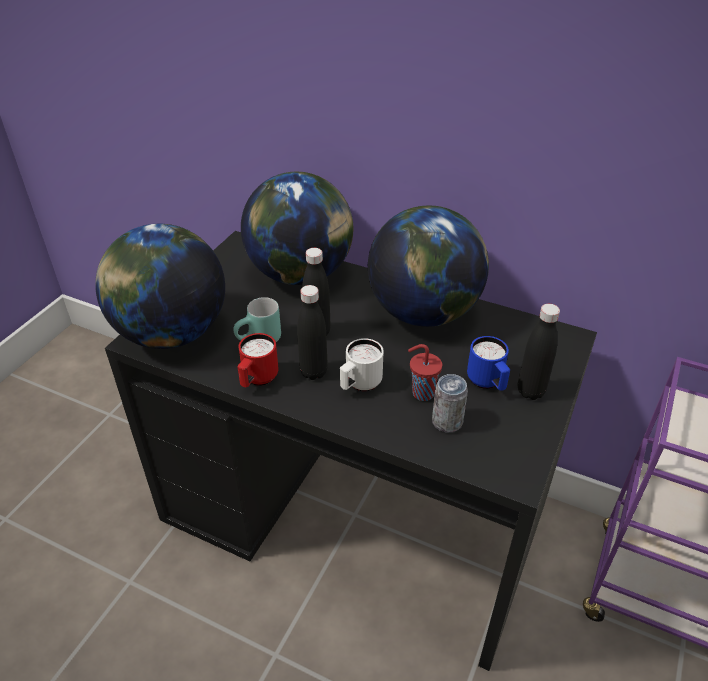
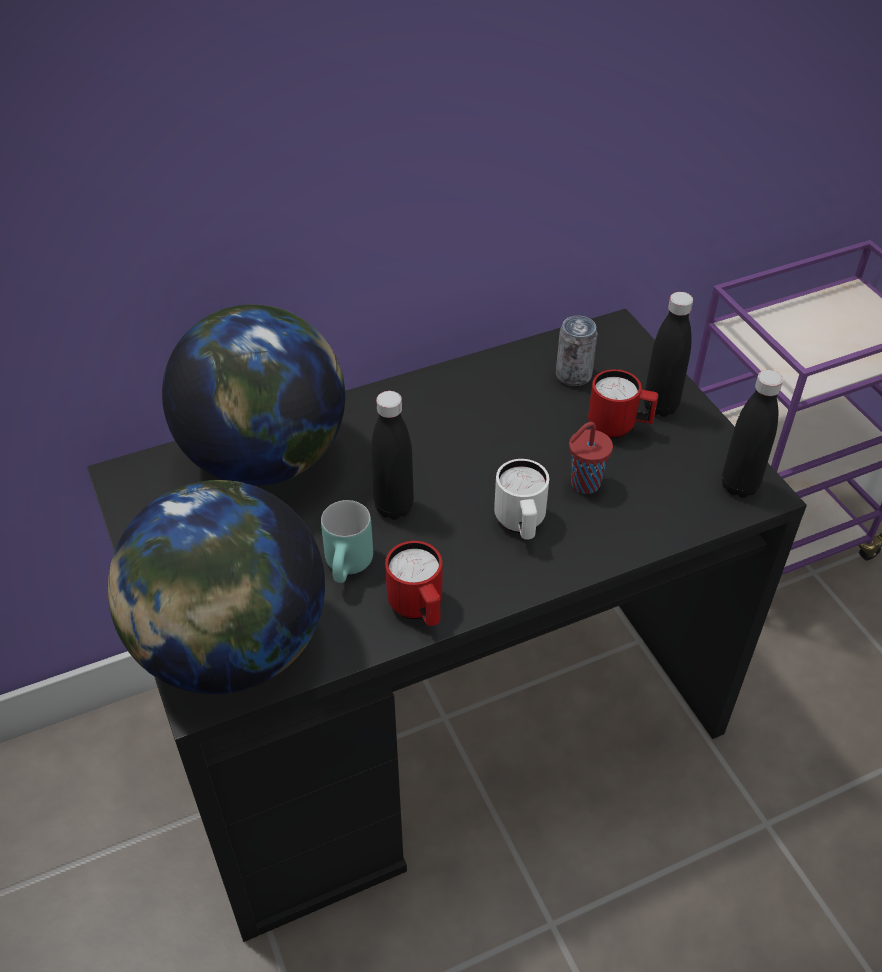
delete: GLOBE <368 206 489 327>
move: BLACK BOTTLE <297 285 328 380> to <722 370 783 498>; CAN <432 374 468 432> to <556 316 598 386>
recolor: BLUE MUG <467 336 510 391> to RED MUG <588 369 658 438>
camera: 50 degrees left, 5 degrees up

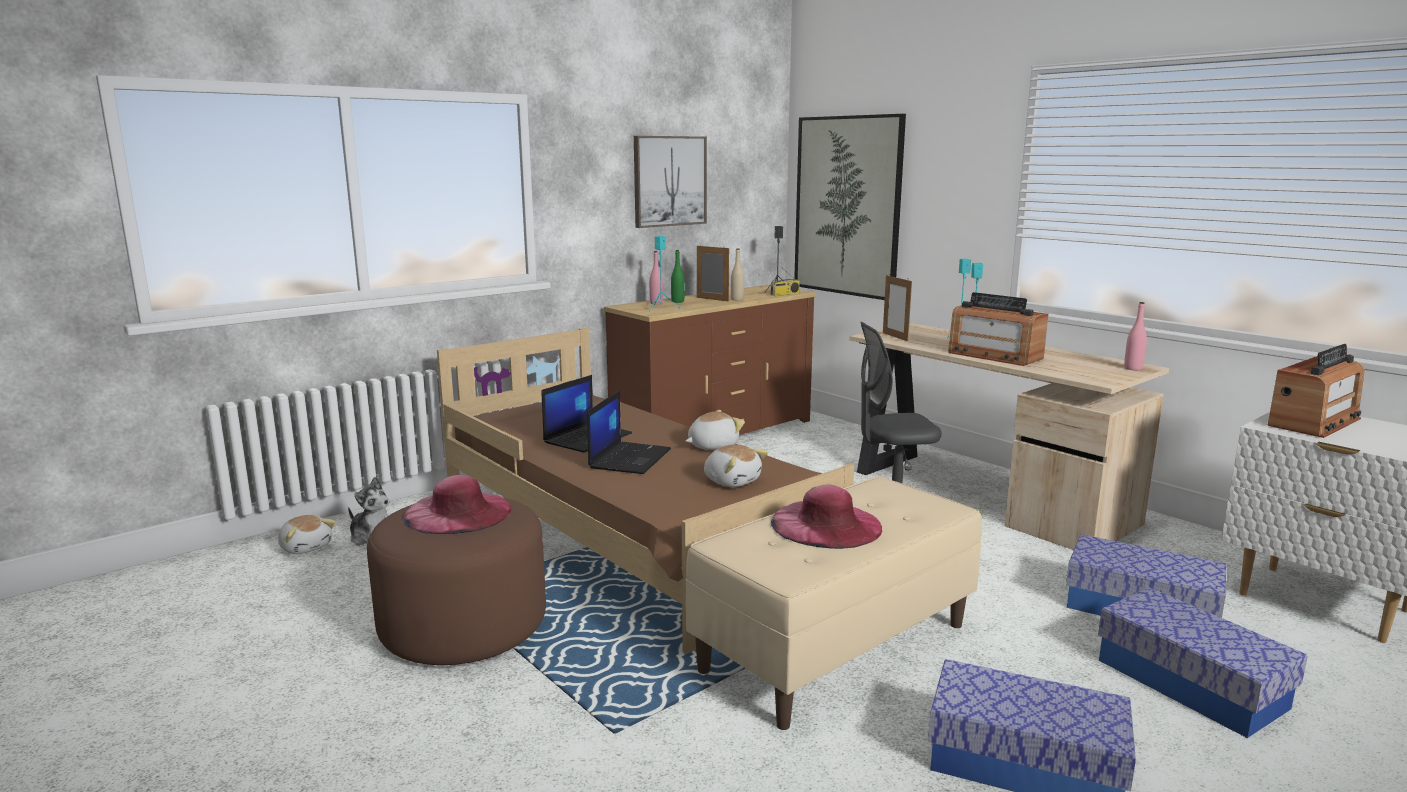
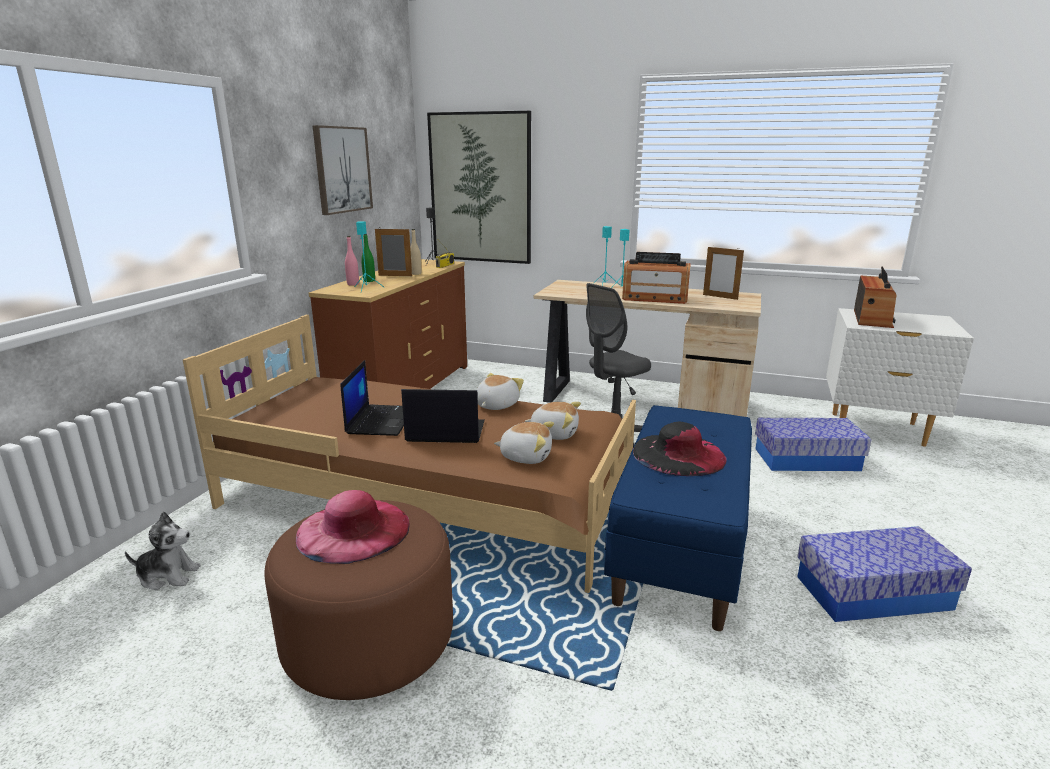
delete: STORAGE BOX <1098 587 1308 738>; PINK BOTTLE <1124 302 1147 370>
move: PLUSH TOY <278 515 335 554> to <494 422 554 464>; PICTURE FRAME <883 275 912 341> to <703 246 744 300>
recolor: BEIGE BENCH <685 476 982 730> to BLUE BENCH <604 405 752 631>; PINK HAT <771 485 882 549> to BLACK HAT <633 422 727 476>
rotate: LAPTOP <587 391 671 474> = <401 389 485 443> 75 degrees counterclockwise
camera: 30 degrees left, 5 degrees up

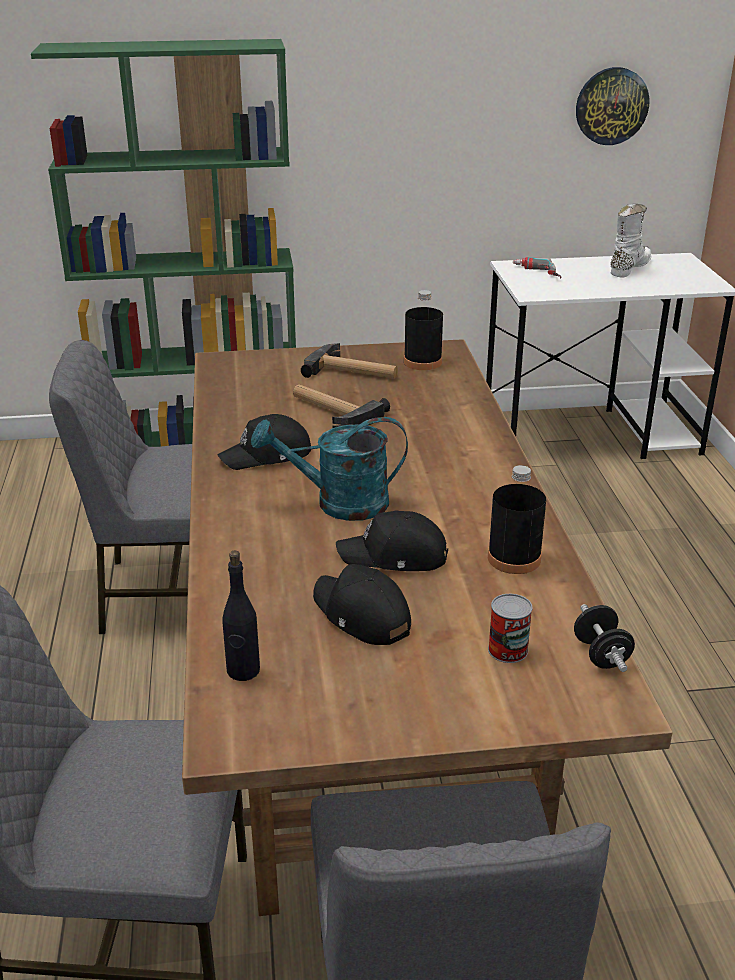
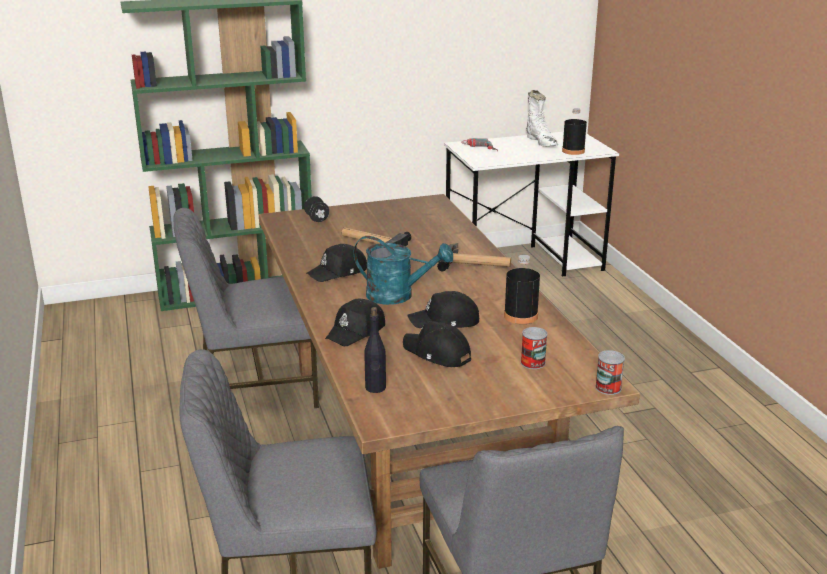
delete: WALL CLOCK <576 67 650 145>
insert: BLACK CAP <325 299 385 346>; CAN <595 350 625 395>
move: HAMMER <301 343 398 378> to <437 243 511 271>; BLACK BOTTLE <404 290 443 370> to <562 108 587 155>; BLACK DUMBBELL <574 604 635 672> to <304 196 329 222>
rotate: TURQUOISE WATERING CAN <251 417 408 521> = <354 236 453 305> 150 degrees counterclockwise; WHITE BOOT <610 204 652 278> = <526 90 558 147> 135 degrees clockwise
camera: 10 degrees left, 5 degrees down

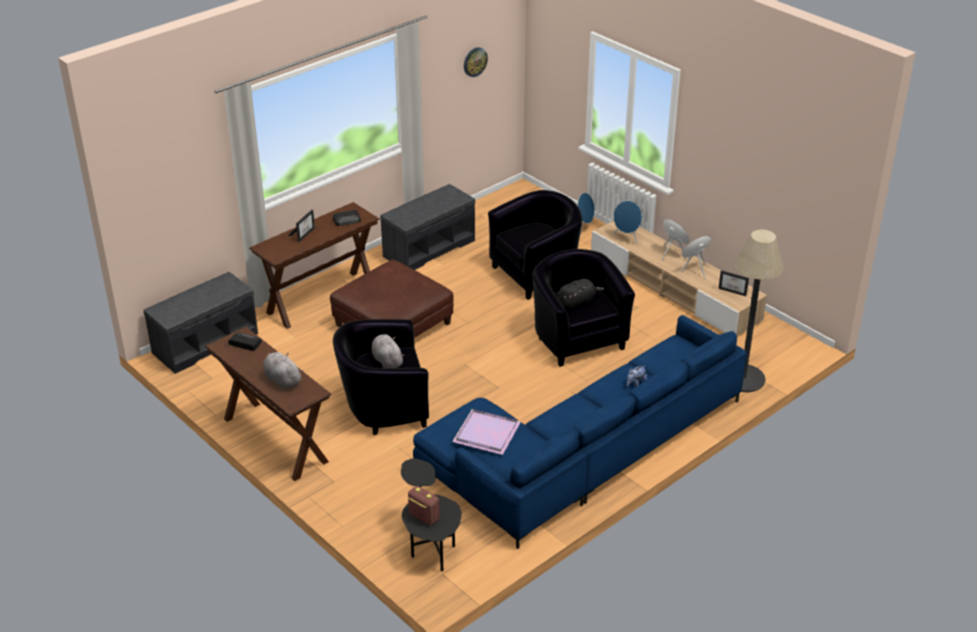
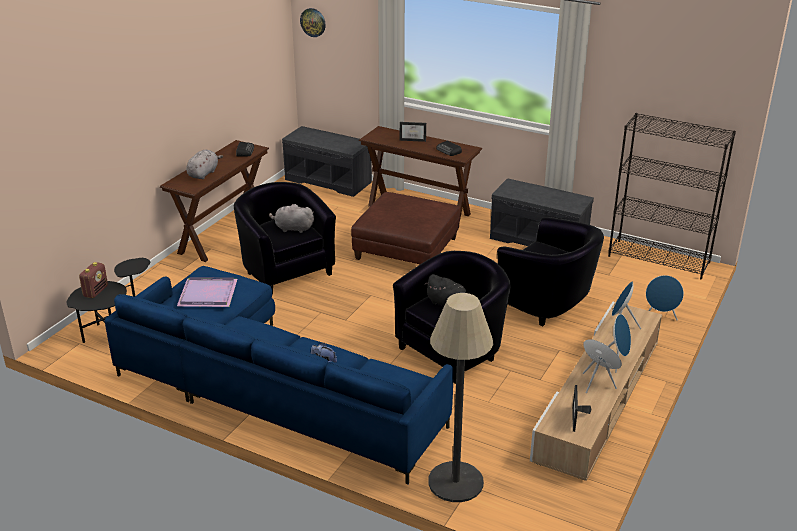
insert: BLACK BOOKCASE <608 113 736 279>
move: WALL CLOCK <464 47 488 77> to <300 8 326 37>
rotate: GREY PLUSH TOY <372 334 404 368> = <269 204 314 233> 120 degrees counterclockwise
camera: 70 degrees right, 5 degrees down

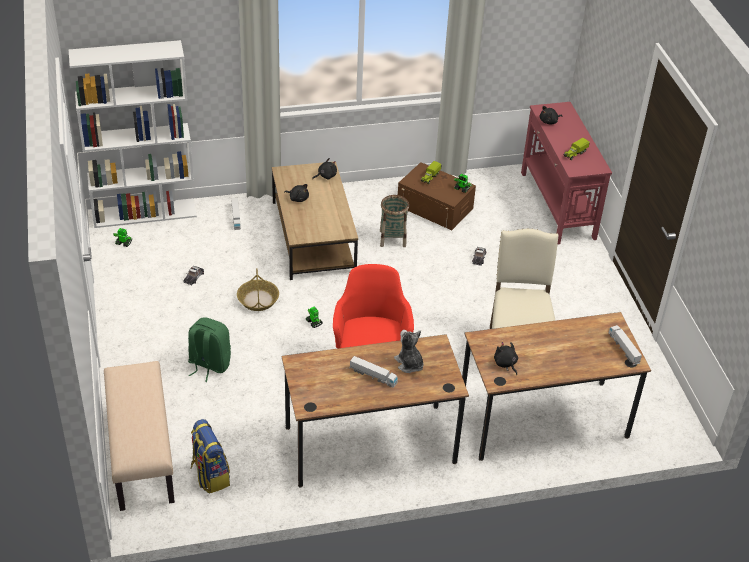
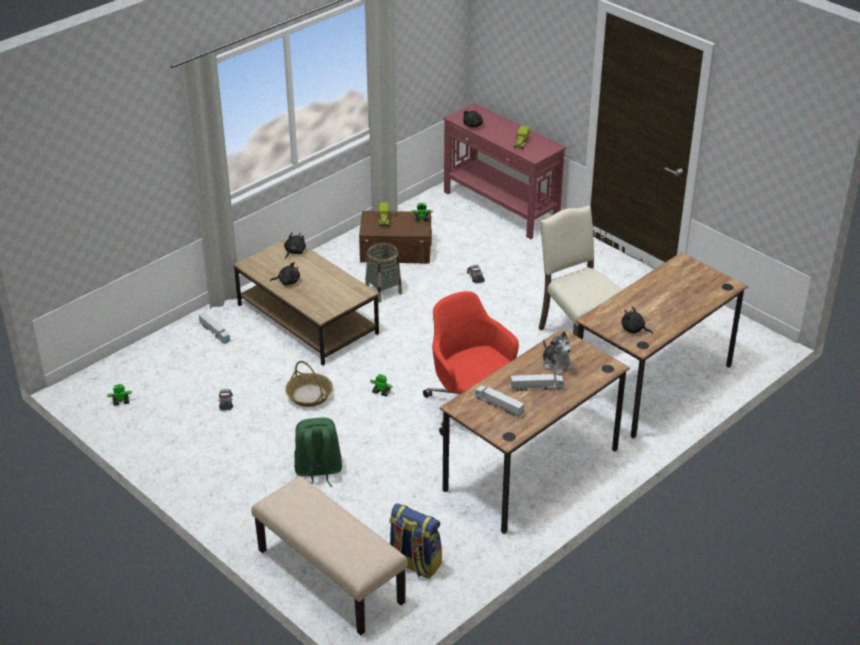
delete: WHITE BOOKCASE <69 40 197 228>
move: TOY TRUCK <608 325 642 365> to <475 386 524 418>
rotate: PLUSH TOY <394 330 424 373> = <542 331 574 375> 150 degrees counterclockwise
camera: 30 degrees left, 5 degrees down

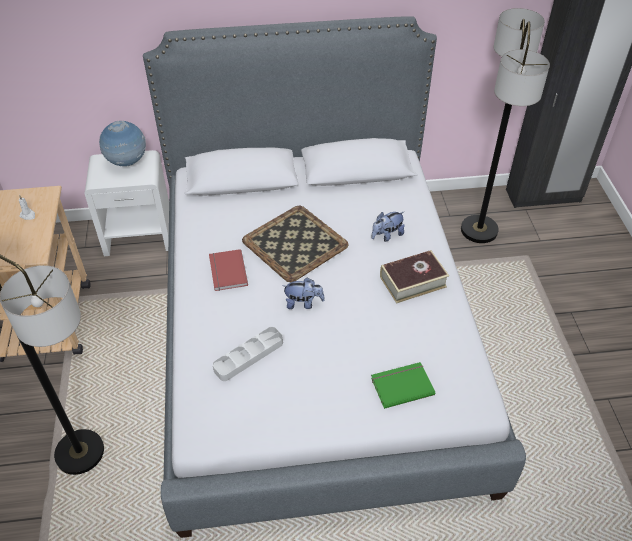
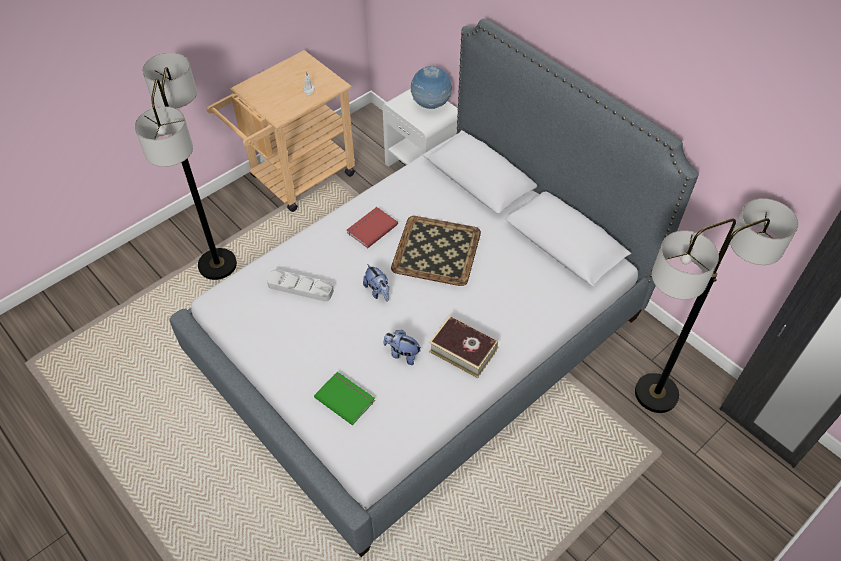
move: PLUSH TOY <372 212 405 242> to <383 330 421 365>
camera: 55 degrees right, 5 degrees up

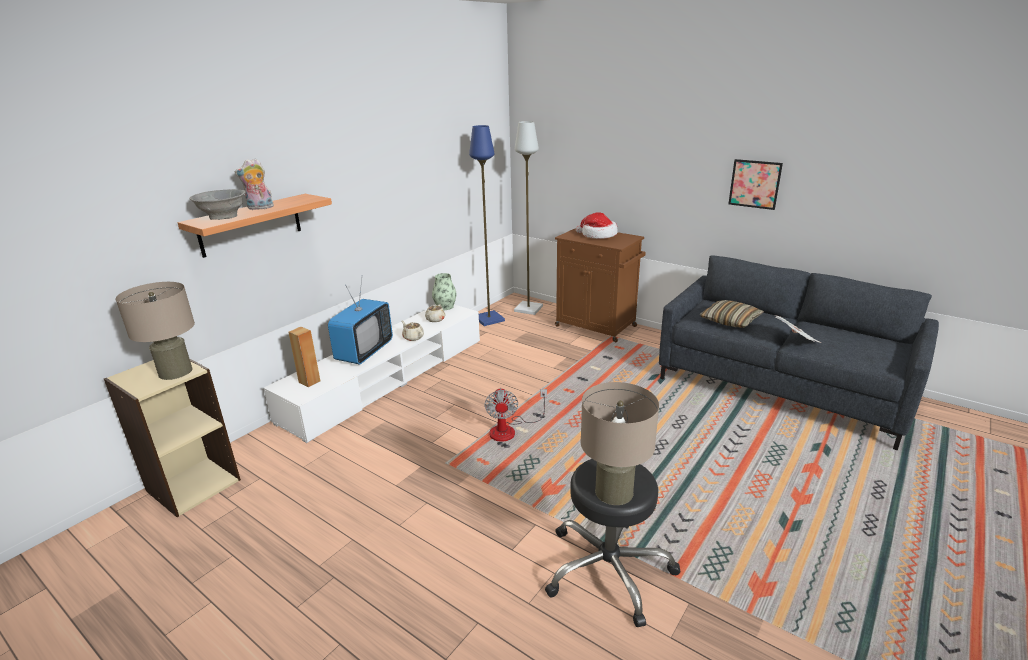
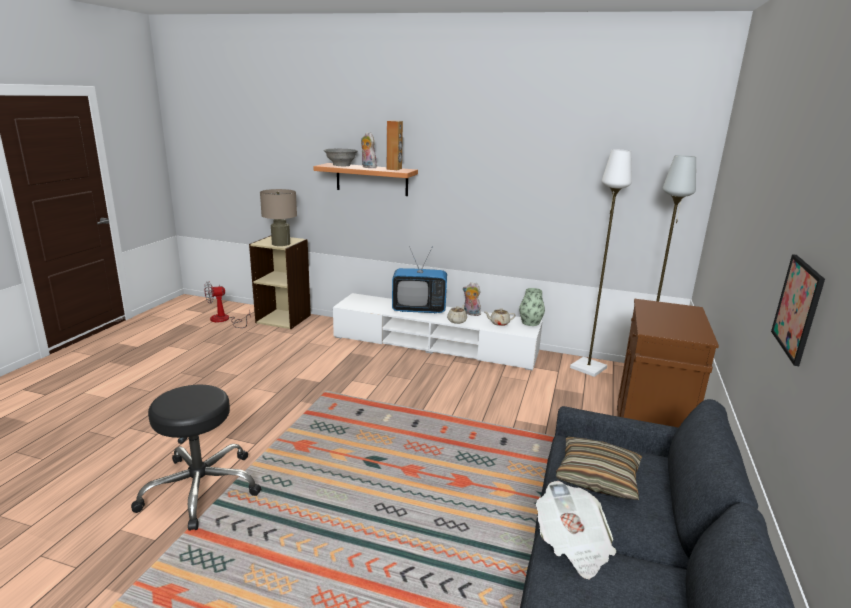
delete: HAT <576 212 618 239>; BEIGE TABLE LAMP <581 382 659 505>
insert: PLUSH TOY <463 282 481 316>
move: BROWN SPEAKER <288 327 320 387> to <387 120 403 170>; FAN <484 388 547 442> to <204 281 251 328>
recolor: BLUE FLOOR LAMP <469 125 505 326> to WHITE FLOOR LAMP <570 150 632 377>
camera: 70 degrees right, 5 degrees down

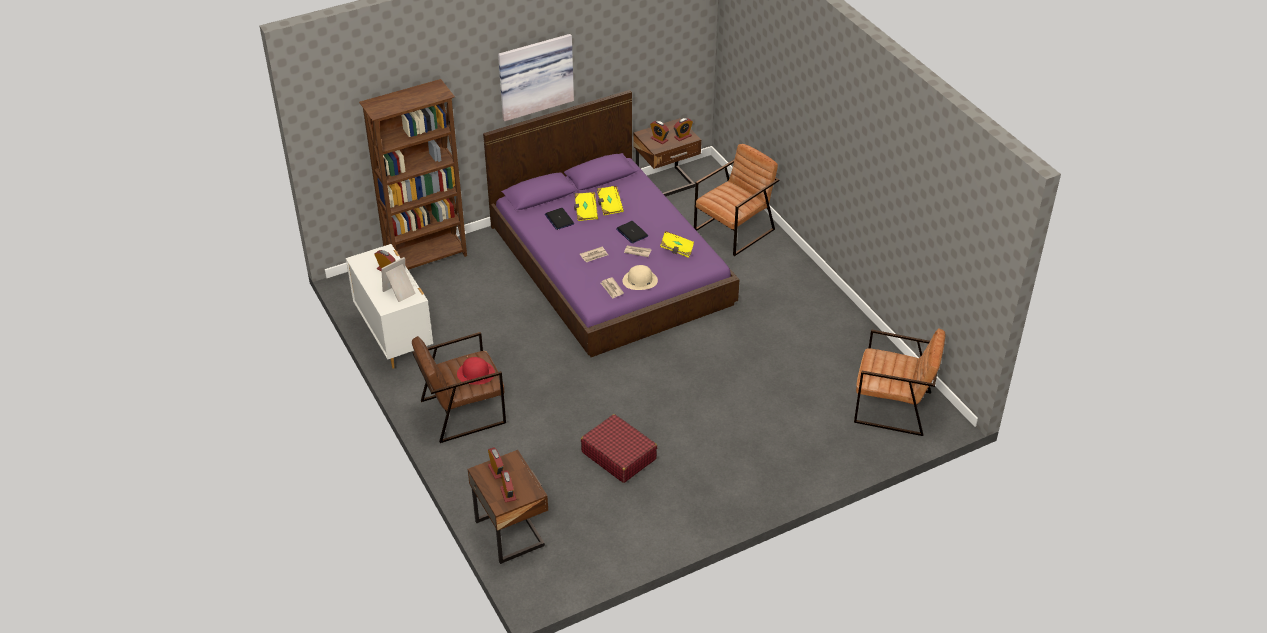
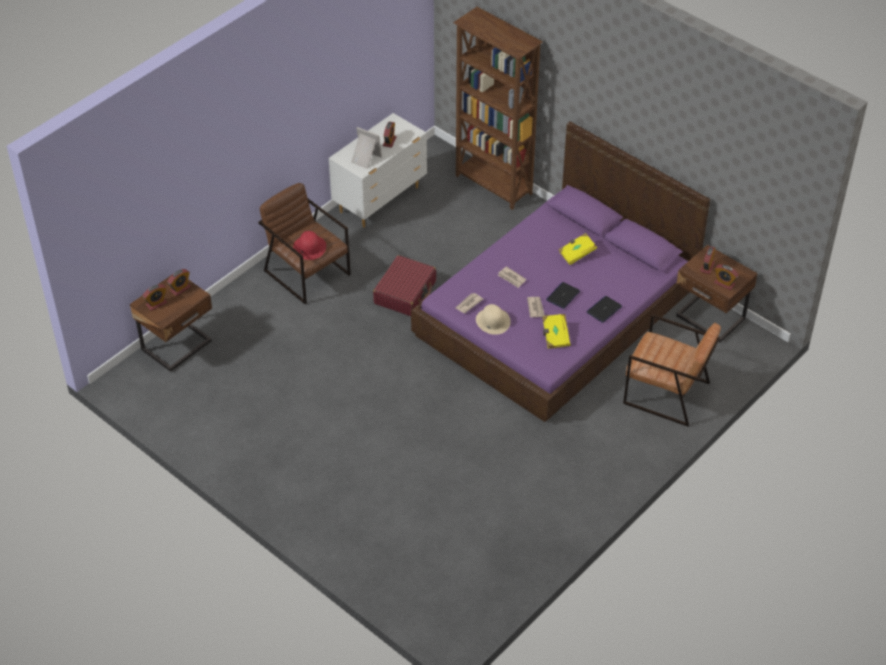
delete: PICTURE <498 34 574 121>; YELLOW BOOK <597 186 624 215>; BROWN ARMCHAIR <854 328 945 436>
move: LAPTOP <545 208 574 230> to <586 296 622 323>; RED SUITCASE <581 414 657 483> to <373 255 436 316>
camera: 70 degrees right, 5 degrees up

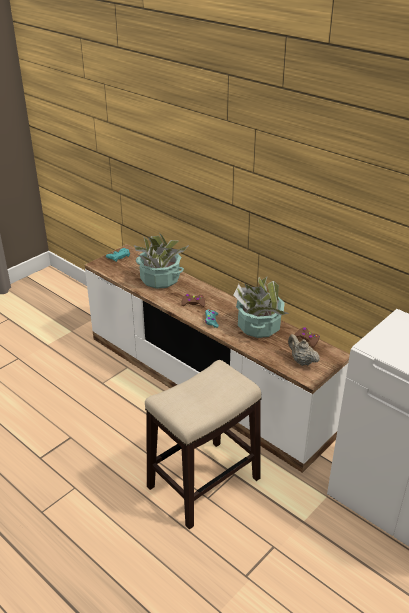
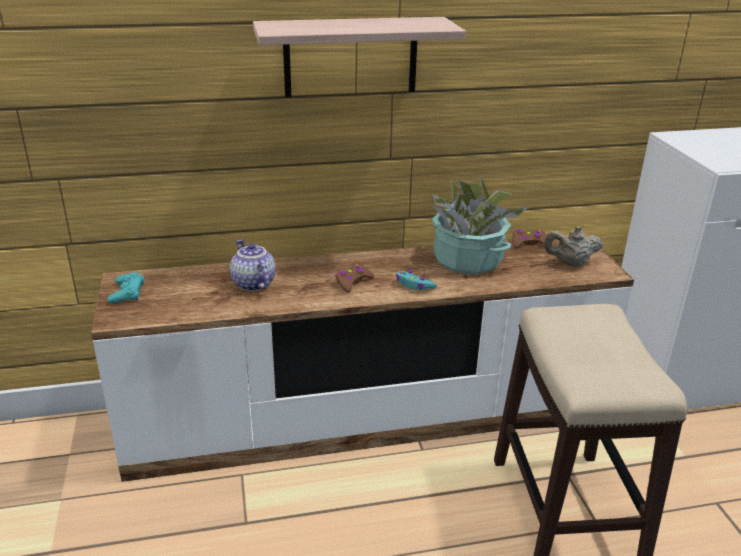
insert: SHELF <253 17 466 97>
replace: POTTED PLANT <134 233 189 289> to TEAPOT <230 239 276 291>
camera: 55 degrees left, 5 degrees down

